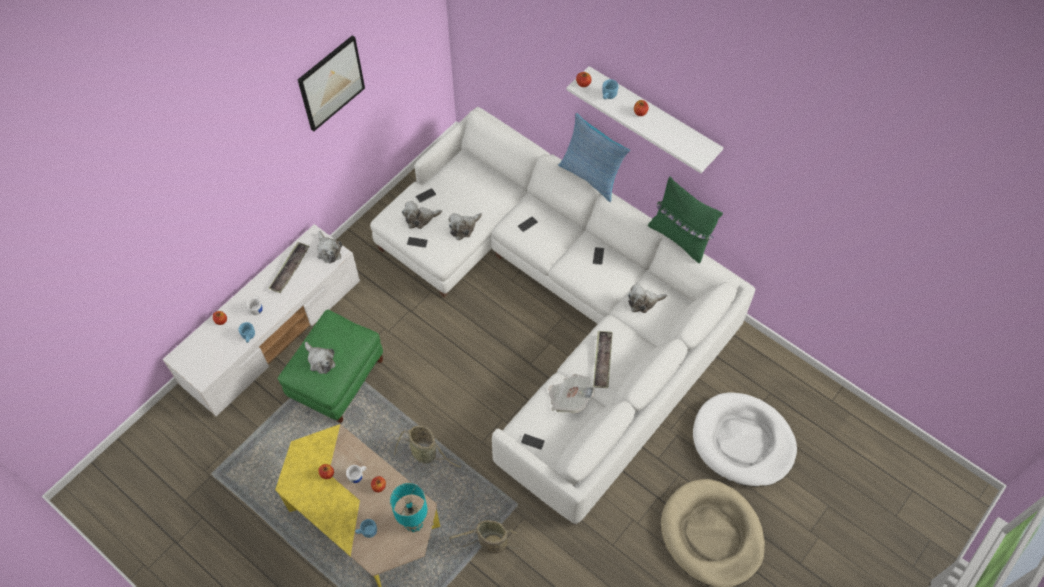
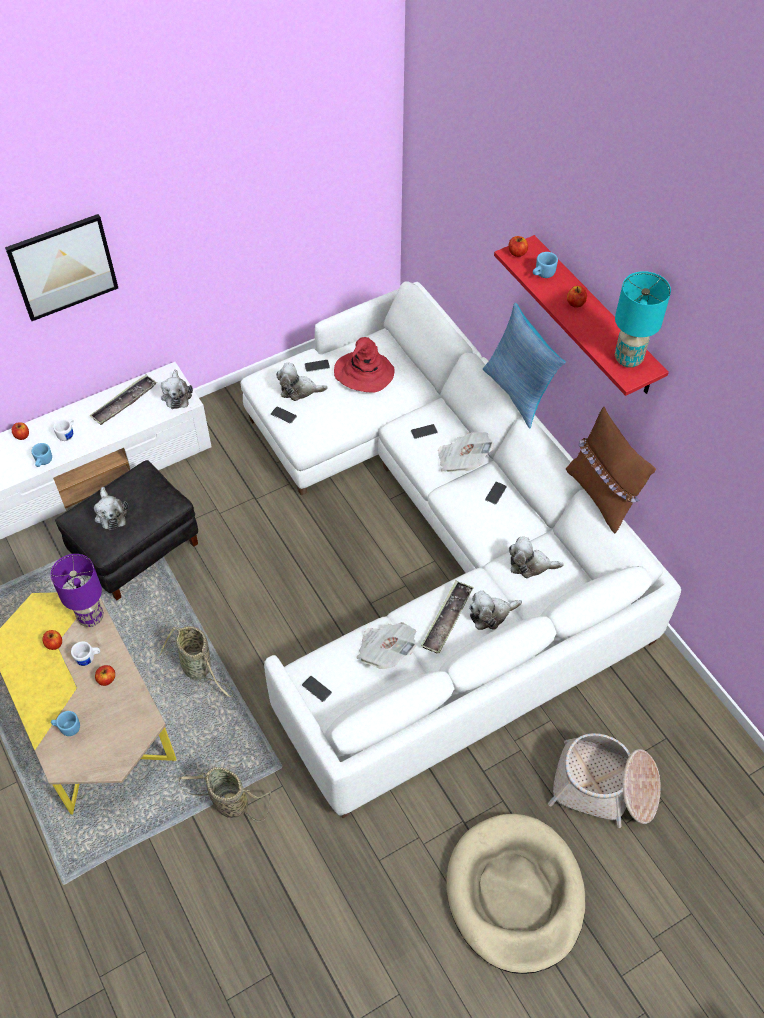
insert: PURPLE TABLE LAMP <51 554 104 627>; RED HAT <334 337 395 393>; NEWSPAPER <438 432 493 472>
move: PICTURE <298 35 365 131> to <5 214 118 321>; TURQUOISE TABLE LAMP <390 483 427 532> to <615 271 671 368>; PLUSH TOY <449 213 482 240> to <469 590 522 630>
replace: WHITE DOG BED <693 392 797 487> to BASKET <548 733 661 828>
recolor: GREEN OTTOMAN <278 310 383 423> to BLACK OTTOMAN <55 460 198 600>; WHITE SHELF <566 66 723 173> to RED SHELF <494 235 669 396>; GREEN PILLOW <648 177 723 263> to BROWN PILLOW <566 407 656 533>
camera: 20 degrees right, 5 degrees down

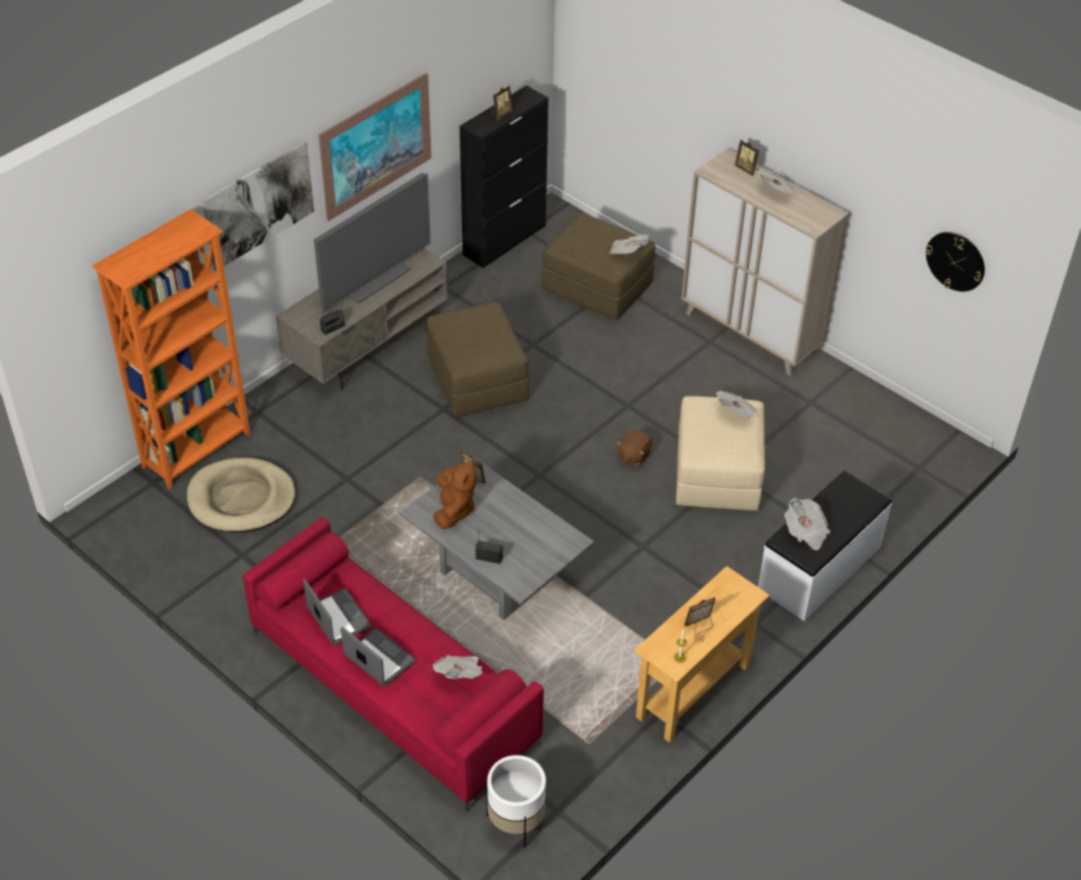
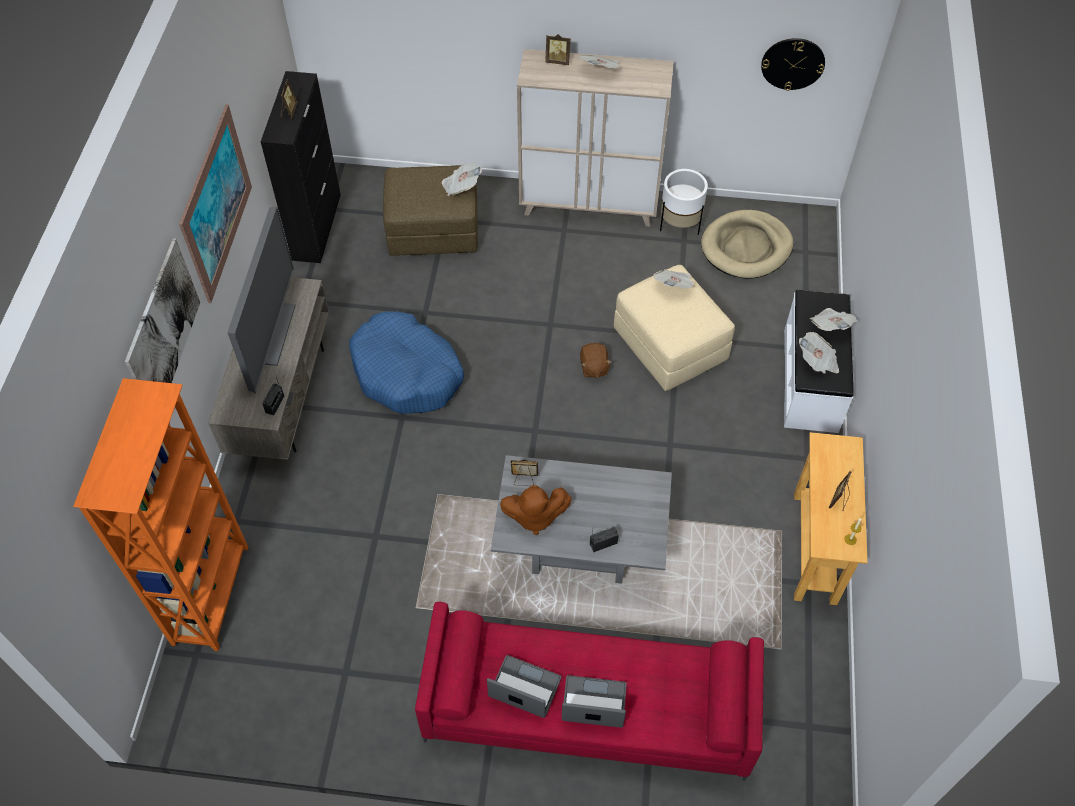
move: BEIGE DOG BED <187 458 295 532> to <701 210 793 279>; NEWSPAPER <433 655 483 679> to <810 308 858 331>; WHITE PLANTER <486 755 546 848> to <660 169 708 235>
replace: BROWN OTTOMAN <426 302 529 417> to BLUE DOG BED <349 311 464 414>
rotate: BROWN PLUSH TOY <433 459 477 529> = <500 485 572 535> 120 degrees clockwise
camera: 35 degrees left, 10 degrees up

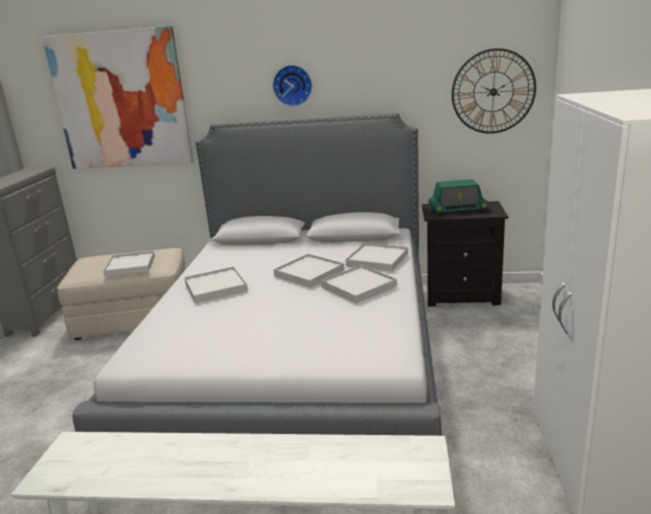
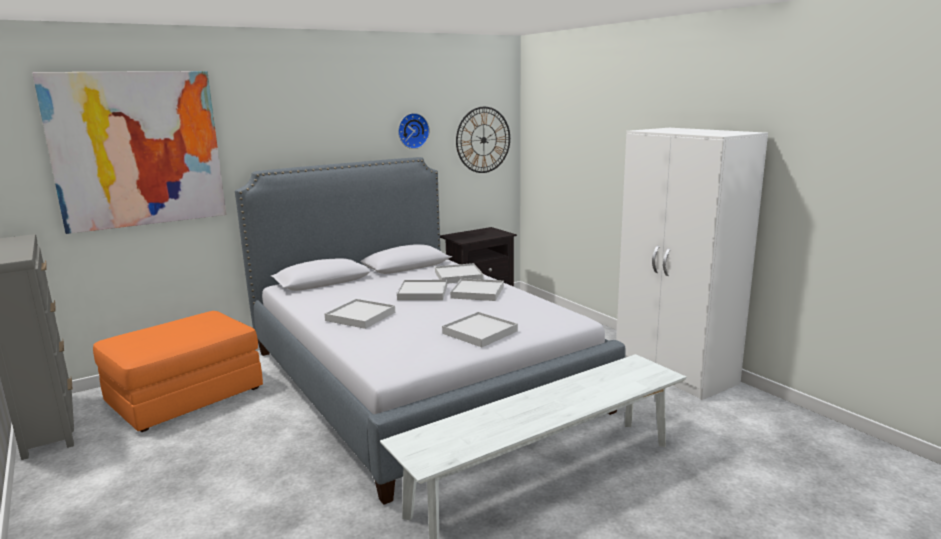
delete: RADIO <429 179 488 214>
move: WHITE TRAY <103 251 155 277> to <442 312 518 347>; WALL CLOCK <273 65 312 107> to <398 113 430 149>
recolor: BEIGE OTTOMAN <57 248 185 340> to ORANGE OTTOMAN <93 311 263 432>
camera: 40 degrees left, 5 degrees down

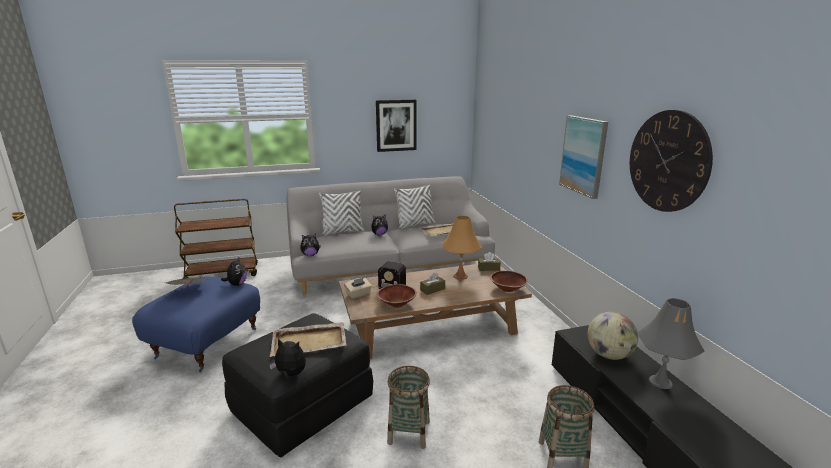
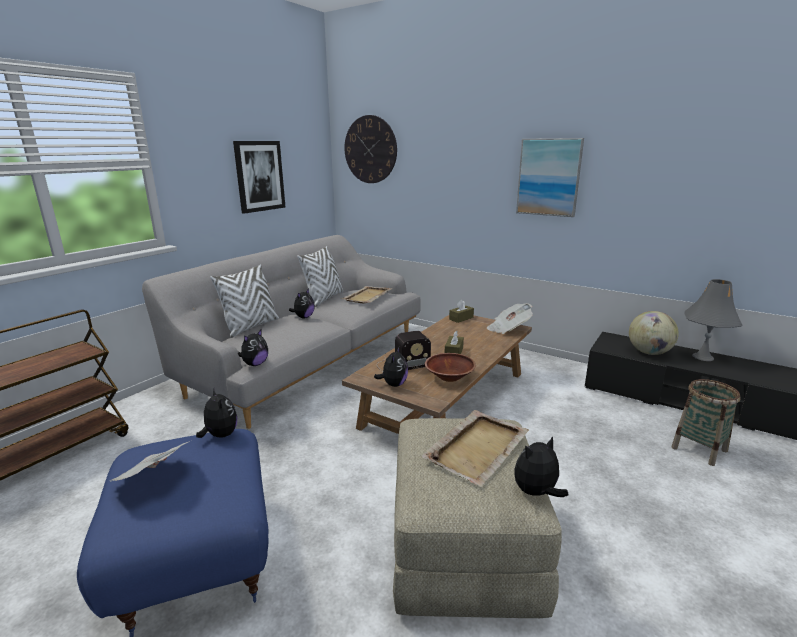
delete: BASKET <387 366 430 449>; ORANGE TABLE LAMP <441 216 482 280>
move: WALL CLOCK <630 110 713 212> to <344 115 397 183>
replace: BEIGE TISSUE BOX <344 278 372 299> to PLUSH TOY <374 347 408 387>; BROWN BOWL <490 271 528 292> to NEWSPAPER <487 303 533 334>
recolor: BLACK OTTOMAN <222 313 373 458> to BEIGE OTTOMAN <393 418 562 618>
camera: 40 degrees left, 0 degrees up

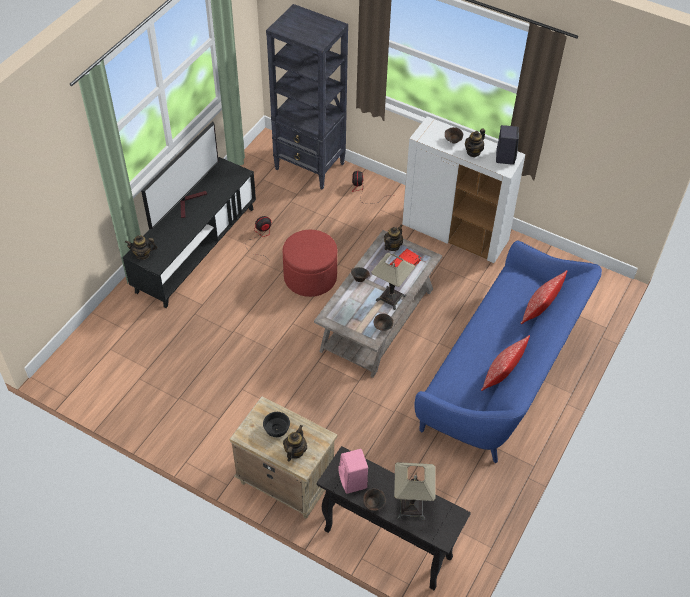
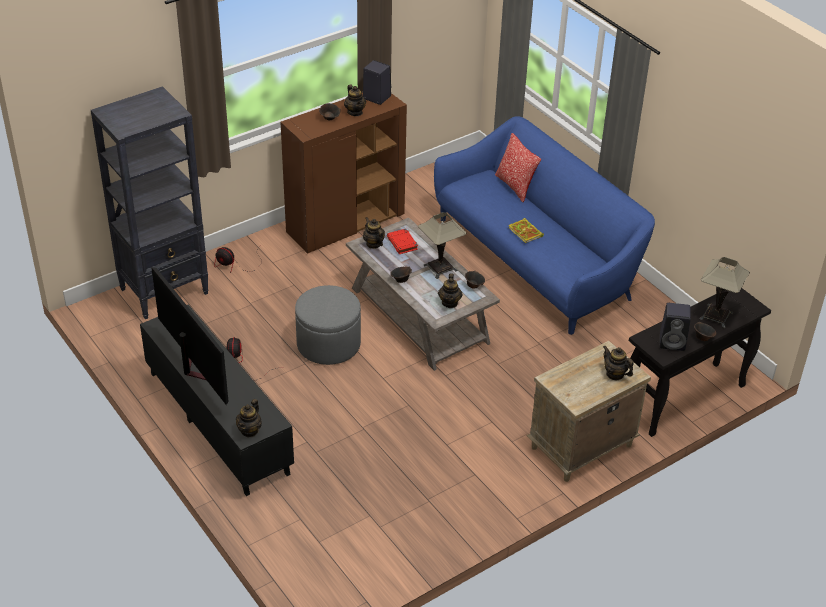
delete: BLACK BOWL <263 412 290 437>; PILLOW <481 335 530 391>
insert: TEAPOT <438 273 463 308>; BOOK <508 218 544 243>
recolor: RED OTTOMAN <282 230 337 297> to GREY OTTOMAN <295 285 361 365>; PINK SPEAKER <338 449 368 494> to BLACK SPEAKER <660 303 691 351>; WHITE CABINET <402 116 525 263> to BROWN CABINET <280 93 407 254>
camera: 65 degrees left, 10 degrees down

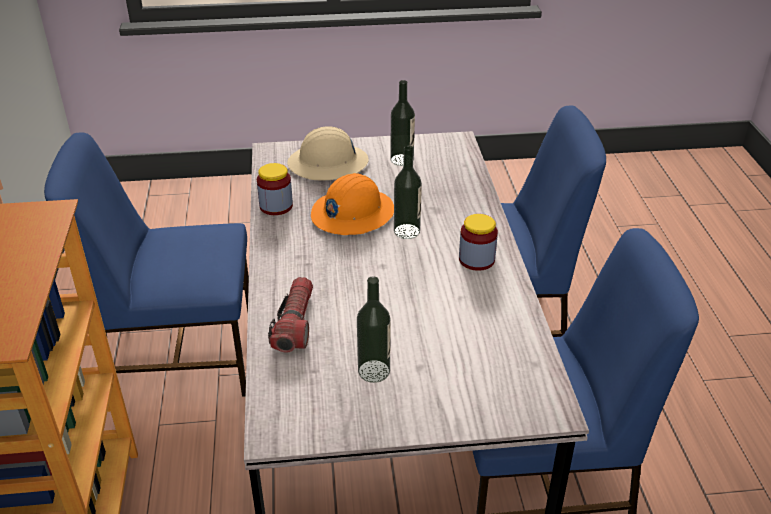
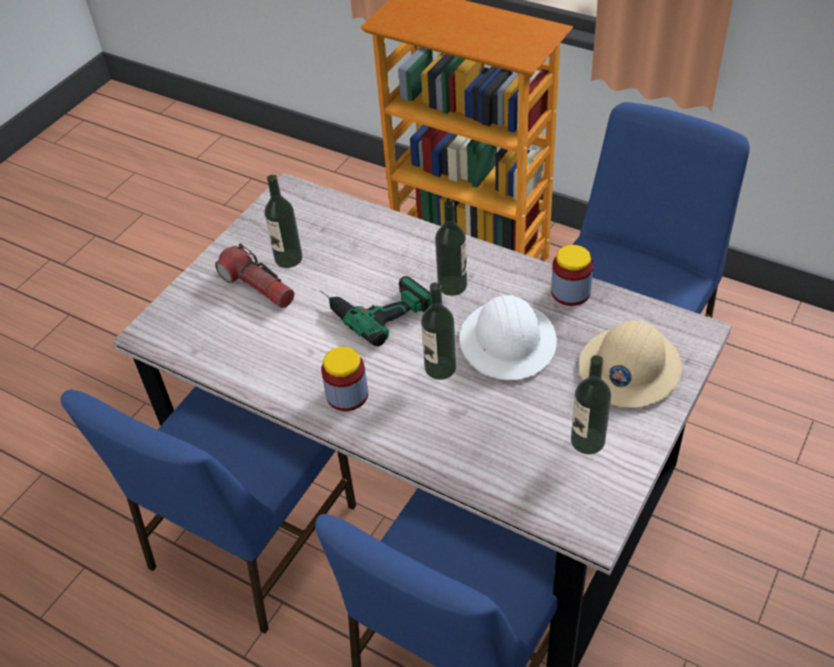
insert: POWER DRILL <319 276 431 346>; BOTTLE <435 200 467 296>
move: FLASHLIGHT <268 277 313 353> to <215 243 295 308>
recolor: ORANGE HARD HAT <311 173 394 235> to WHITE HARD HAT <459 295 557 380>
camera: 130 degrees right, 10 degrees up

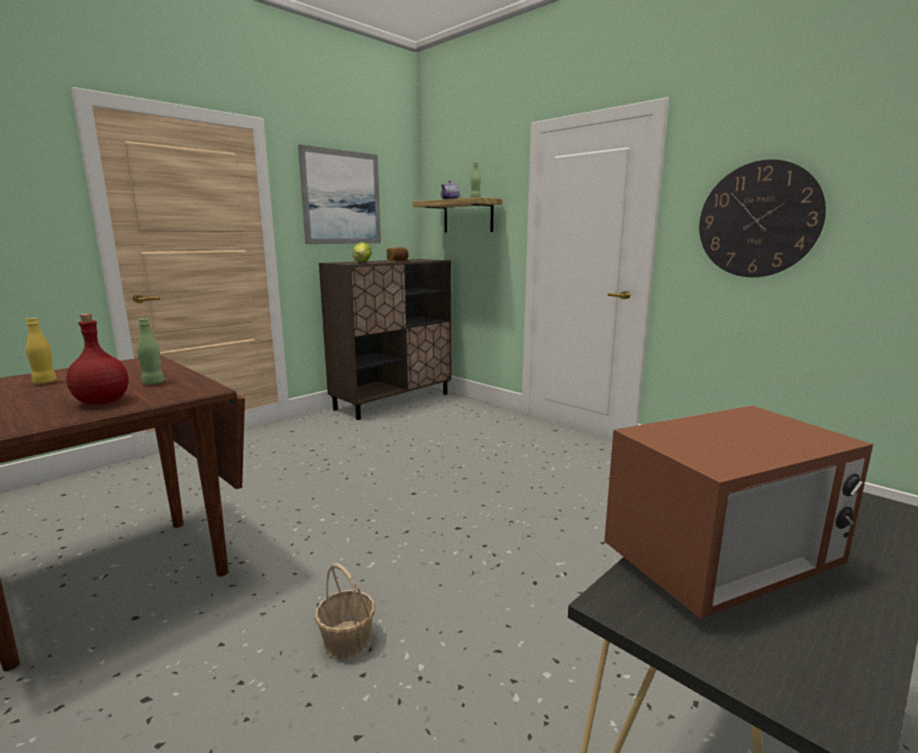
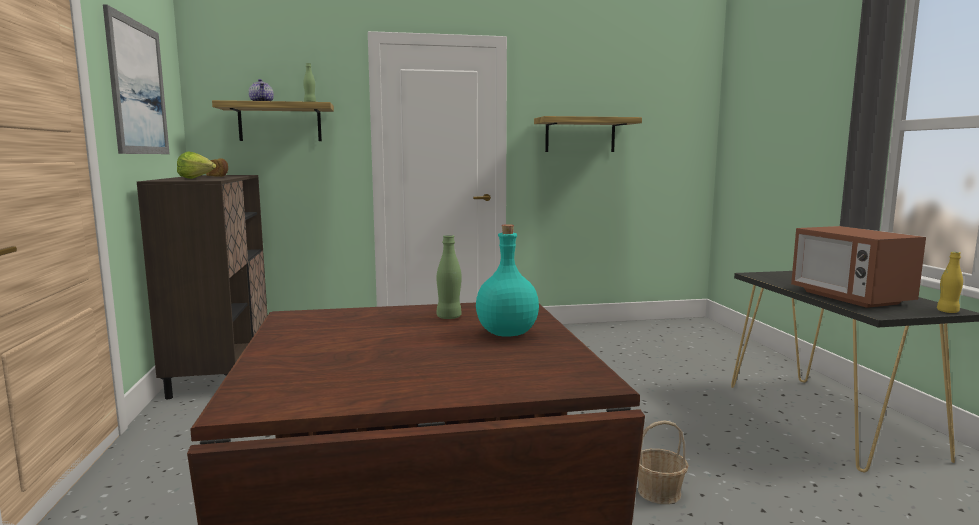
move: YELLOW BOTTLE <26 318 57 384> to <937 252 963 313>
replace: WALL CLOCK <699 159 826 277> to SHELF <534 116 642 152>
recolor: RED BOTTLE <66 314 129 405> to TURQUOISE BOTTLE <476 224 539 337>
rotate: MICROWAVE <604 405 873 619> = <791 226 926 308> 150 degrees clockwise
camera: 55 degrees left, 5 degrees down

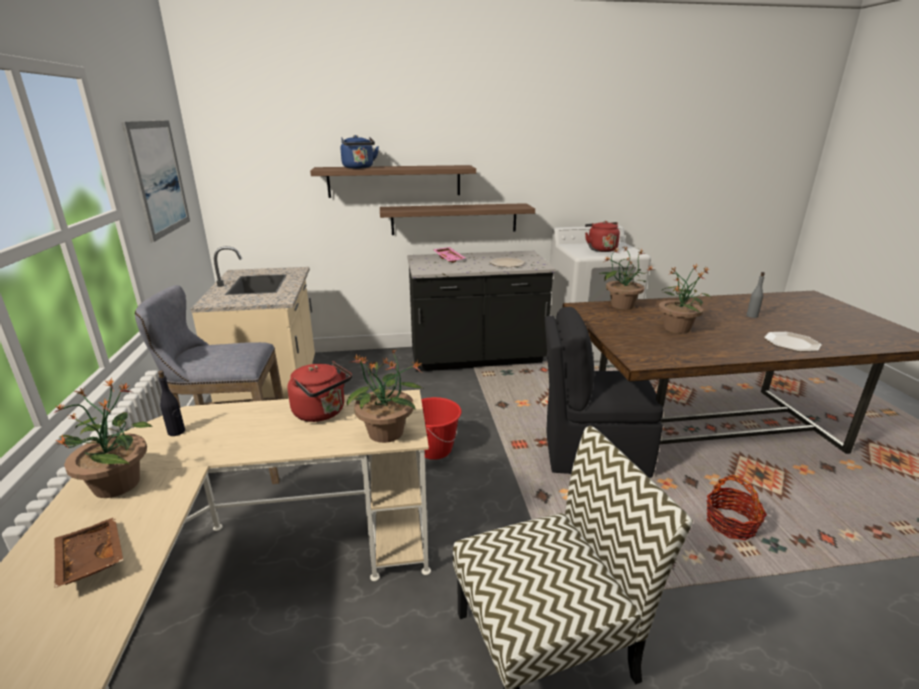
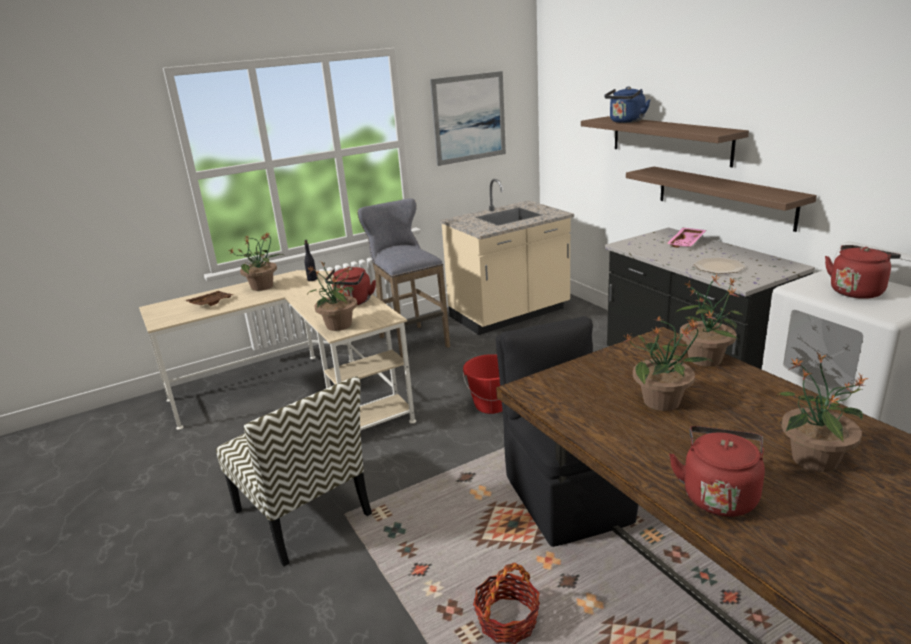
replace: GREY BOTTLE <746 272 765 318> to POTTED PLANT <776 352 868 472>; PLATE <764 332 822 352> to RED KETTLE <669 426 765 517>
camera: 70 degrees right, 0 degrees up

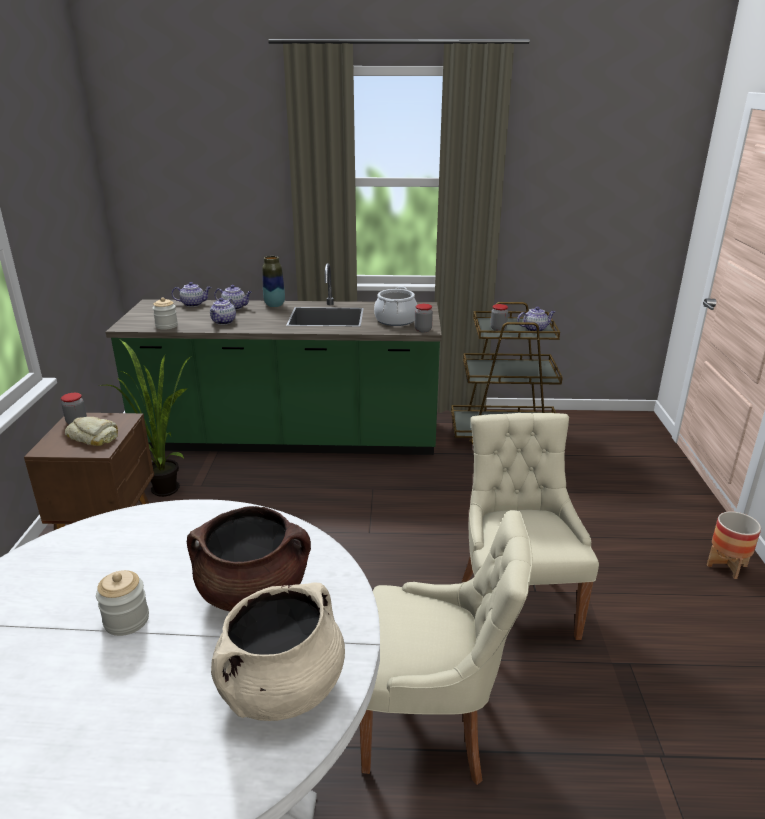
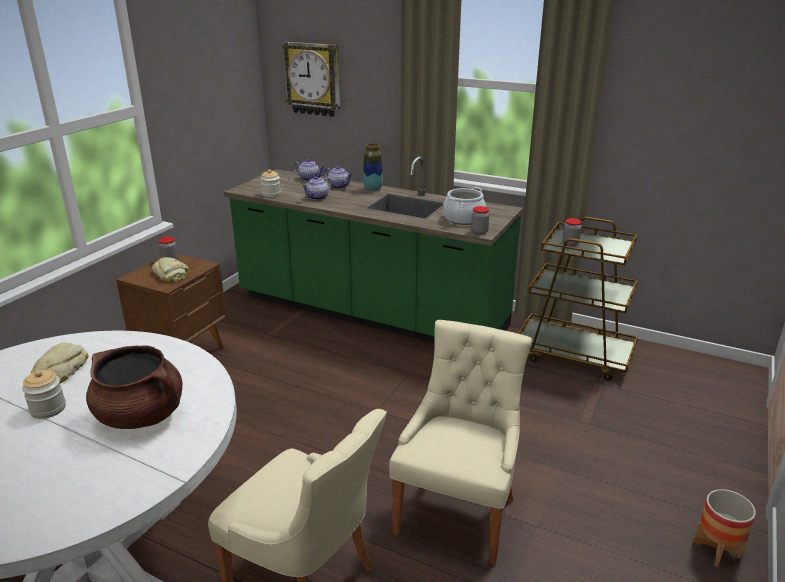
delete: POTTED PLANT <98 340 192 497>; BEIGE COOKING POT <211 582 345 721>; TEAPOT <517 307 555 331>
insert: BREAD <31 343 89 384>; WALL CLOCK <282 42 340 117>
camera: 25 degrees right, 0 degrees up

